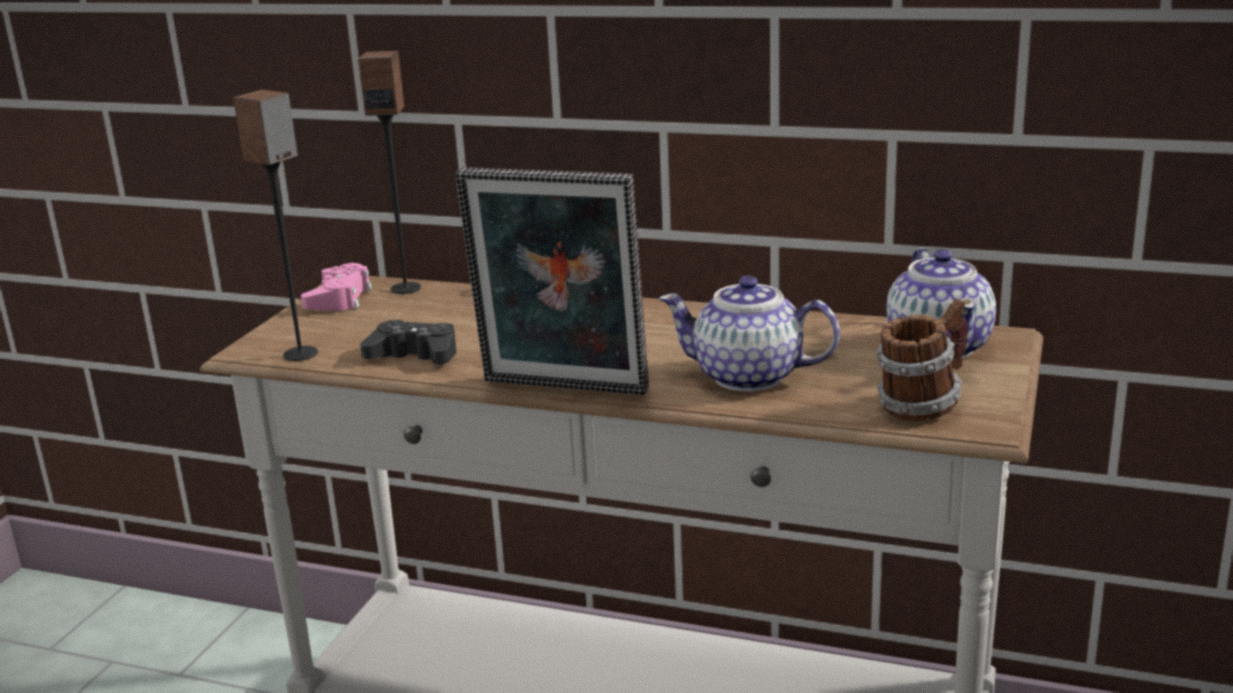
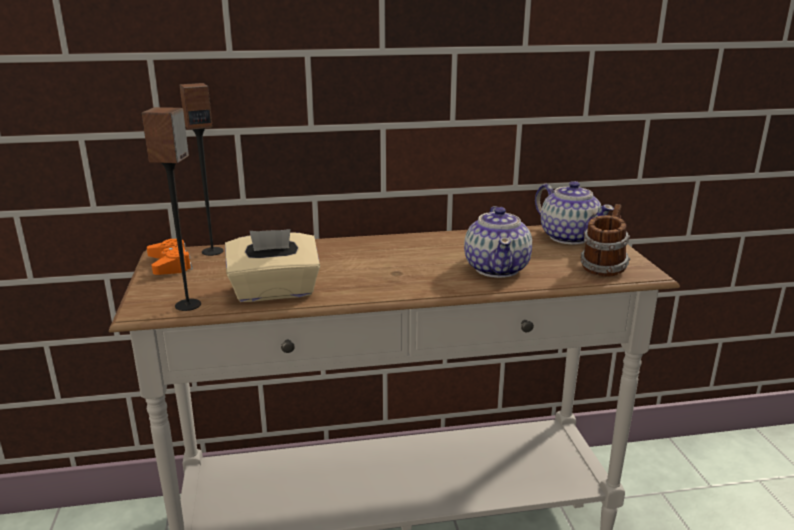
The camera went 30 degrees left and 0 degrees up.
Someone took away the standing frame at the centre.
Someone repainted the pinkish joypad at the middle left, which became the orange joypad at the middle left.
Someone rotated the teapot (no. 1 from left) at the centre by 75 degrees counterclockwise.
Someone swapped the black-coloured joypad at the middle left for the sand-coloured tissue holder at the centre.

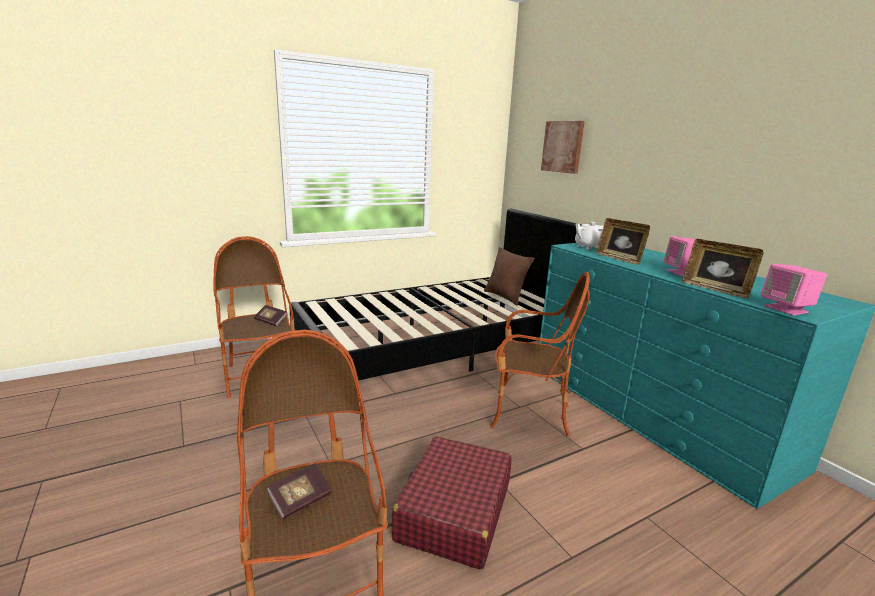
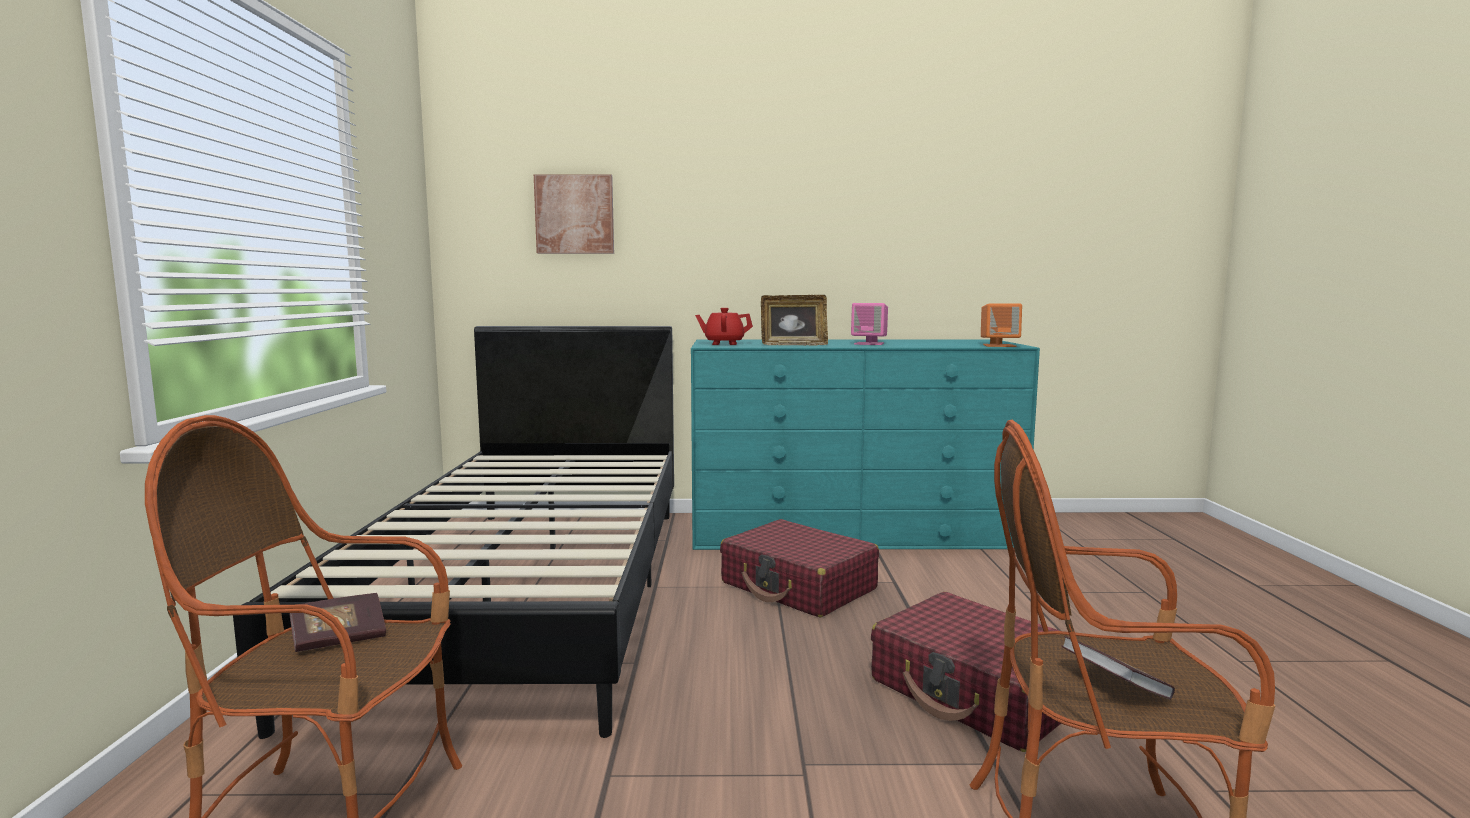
The camera went 60 degrees left and 10 degrees down.
Someone repainted the whitish teapot at the middle right, which became the red-coloured teapot at the centre.
Someone took away the standing frame (no. 2 from left) at the middle right.
Someone took away the brown-coloured throw pillow at the centre.
Someone repainted the pinkish audio speaker (no. 2 from left) at the middle right, which became the orange audio speaker at the middle right.
Someone swapped the armchair (no. 3 from left) at the centre for the red-coloured piece of luggage (no. 1 from left) at the bottom centre.

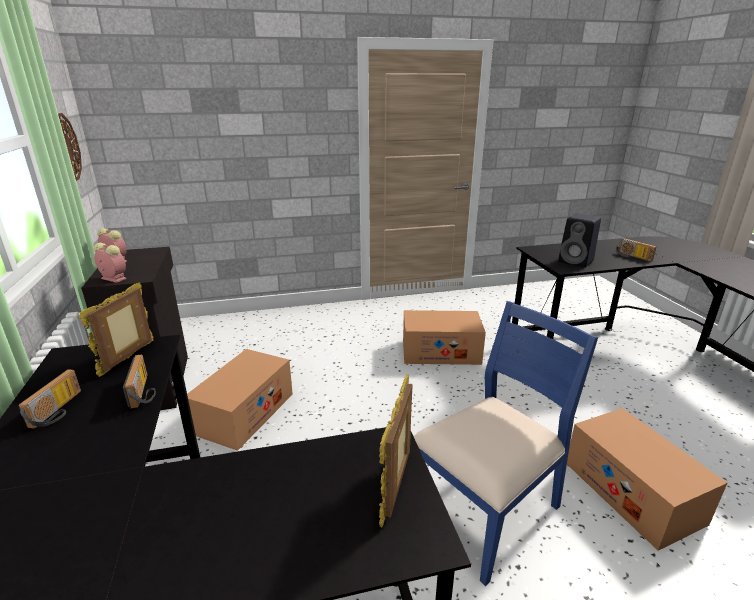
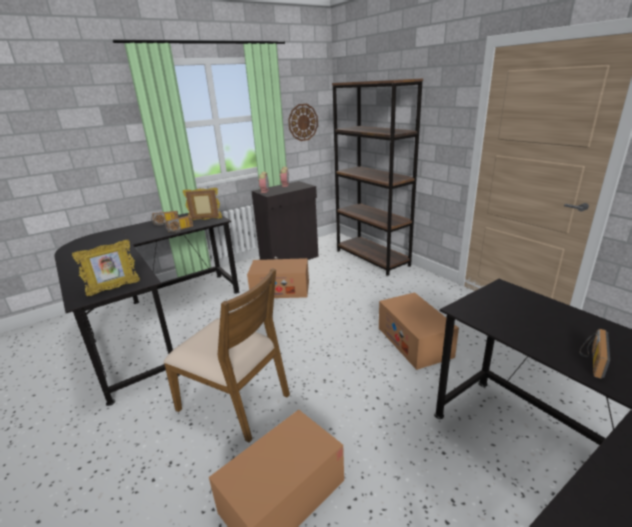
The camera went 70 degrees right and 0 degrees up.
Someone took away the black-coloured audio speaker at the middle right.
Someone repainted the bluish plain chair at the bottom right, which became the brown-coloured plain chair at the bottom centre.
Someone rotated the standing frame (no. 2 from left in the first image) at the bottom centre by 150 degrees clockwise.
Someone put down the brown-coloured bookshelf at the centre.

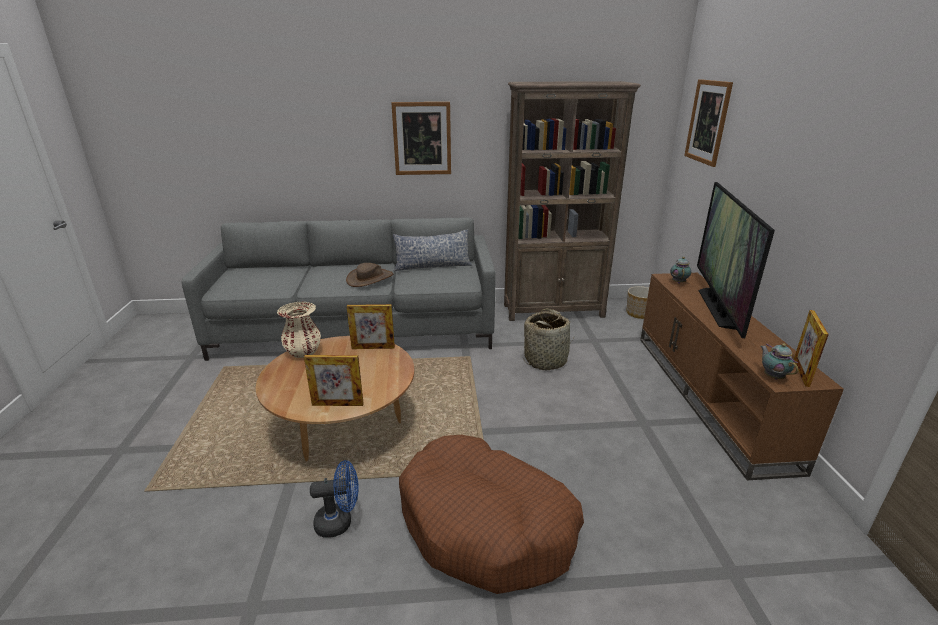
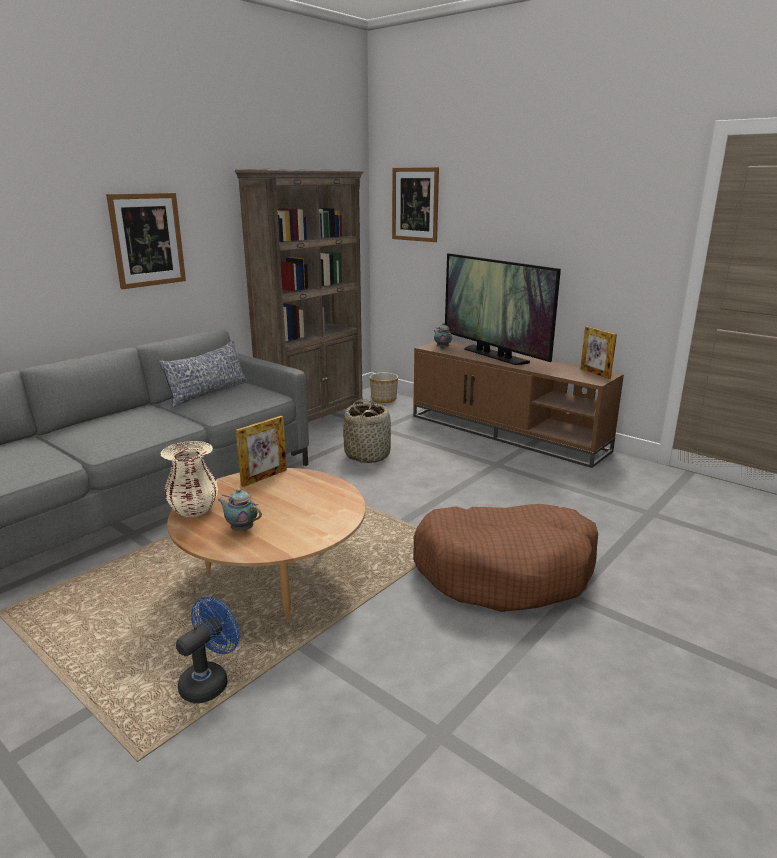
The camera went 45 degrees left and 5 degrees down.
Someone took away the brown-coloured wearable hat at the centre.
Someone carried the teapot (no. 2 from left in the first image) from the middle right to the middle left.
Someone took away the standing frame (no. 1 from left) at the centre.
Someone carried the bluish fan from the bottom centre to the bottom left.

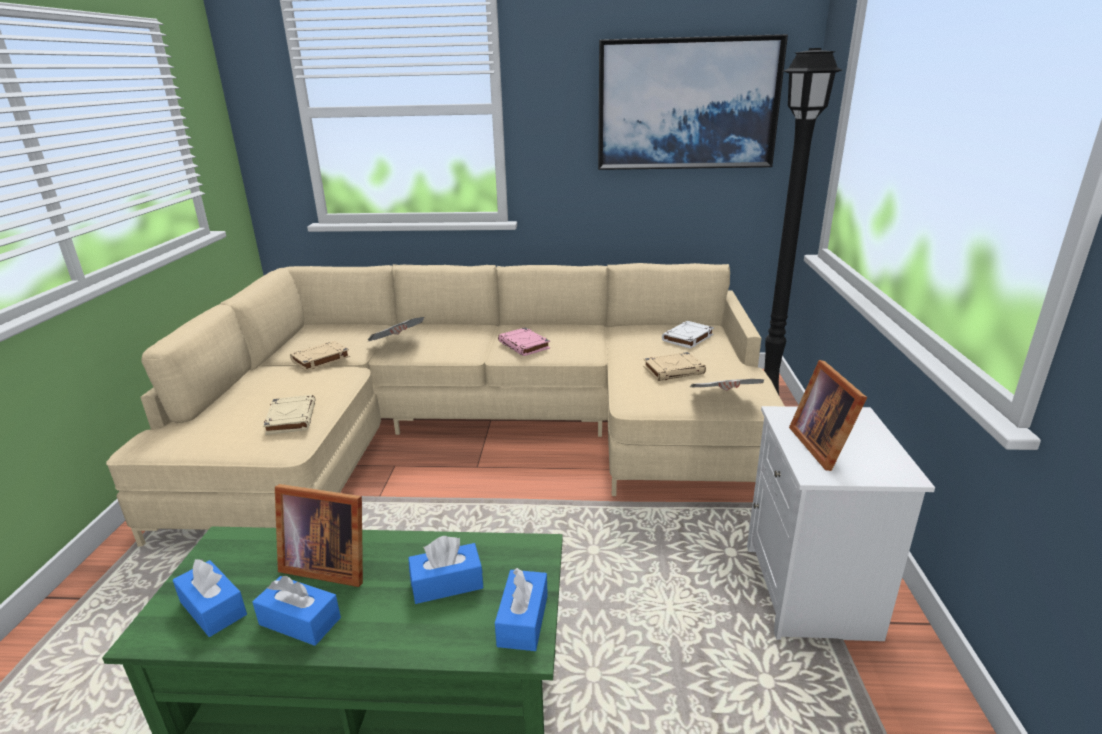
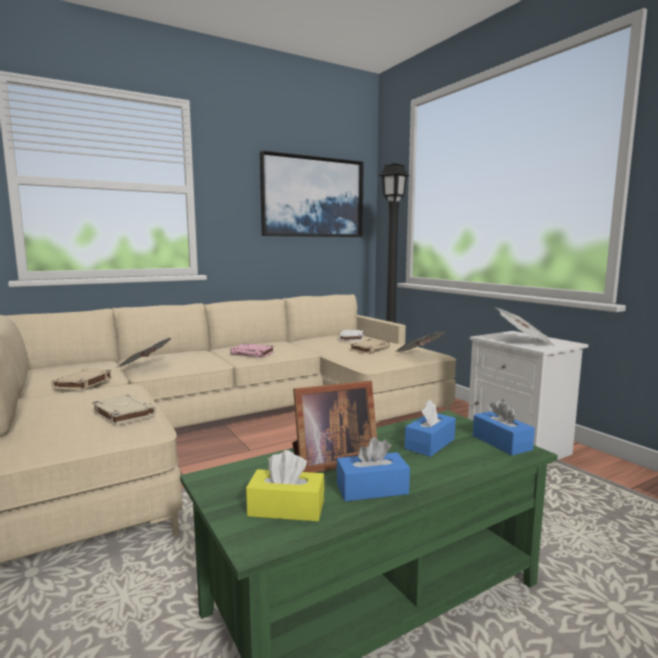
The camera went 35 degrees left and 15 degrees down.
Someone swapped the standing frame (no. 2 from left) at the middle right for the newspaper (no. 3 from left) at the middle right.
Someone repainted the bluish tissue holder (no. 1 from left) at the bottom left, which became the yellow tissue holder at the bottom centre.

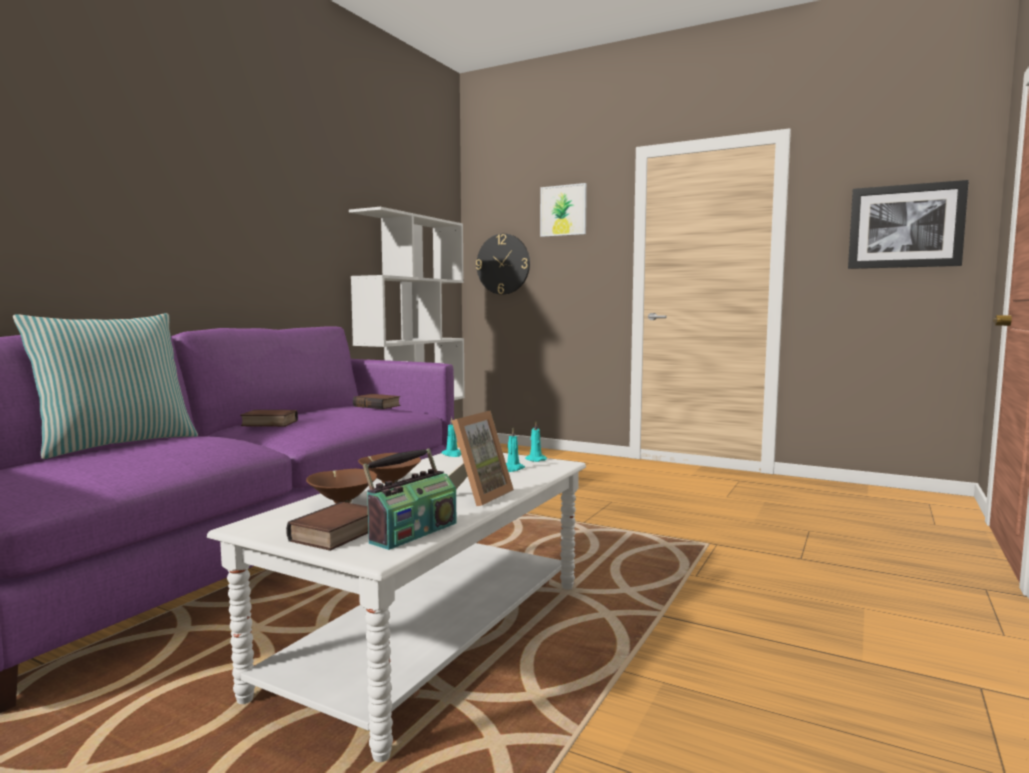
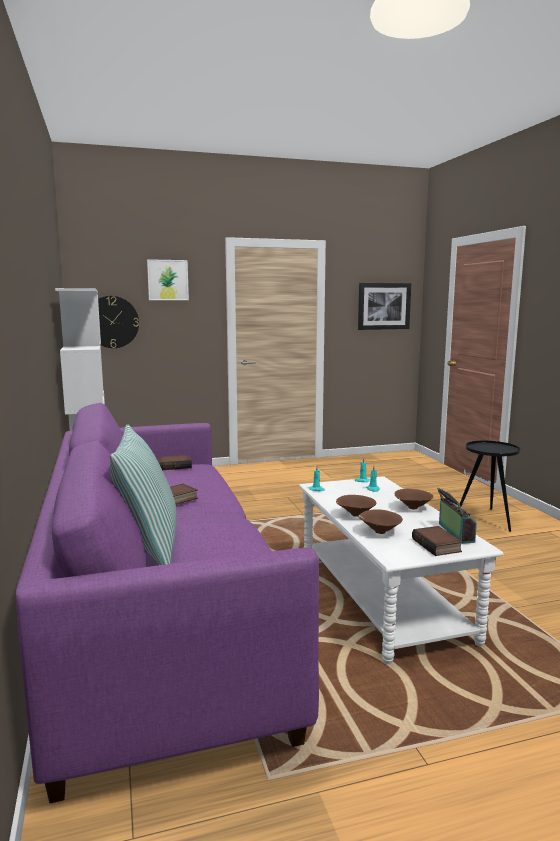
The camera went 45 degrees left and 5 degrees up.
Someone swapped the standing frame at the centre for the brown-coloured serving bowl (no. 3 from left) at the middle right.
Someone put down the black-coloured side table at the middle right.

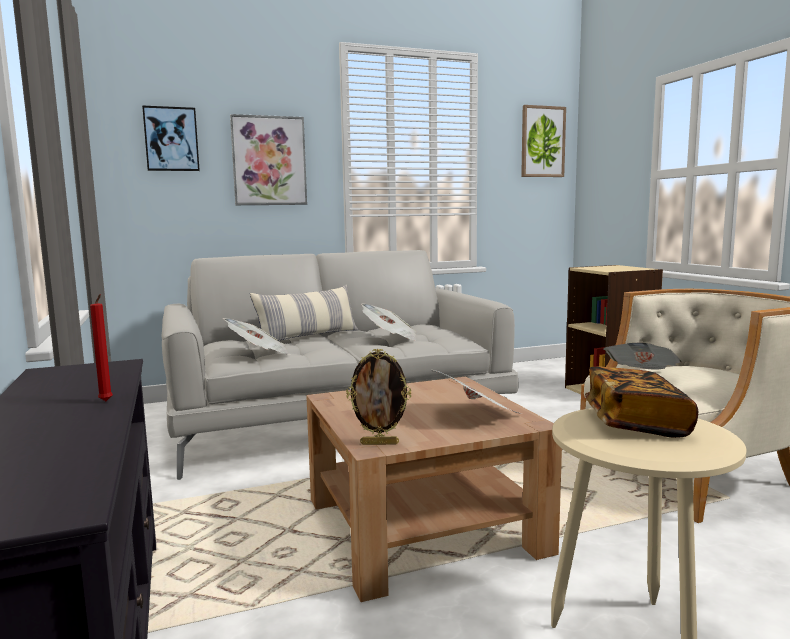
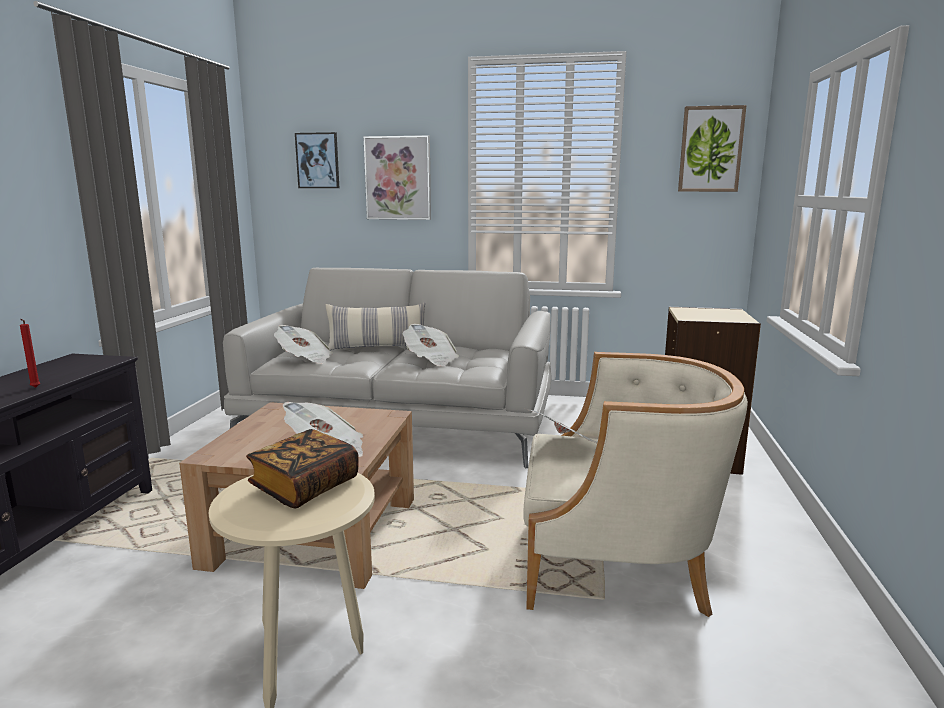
The camera went 30 degrees right and 5 degrees up.
Someone took away the standing frame at the centre.

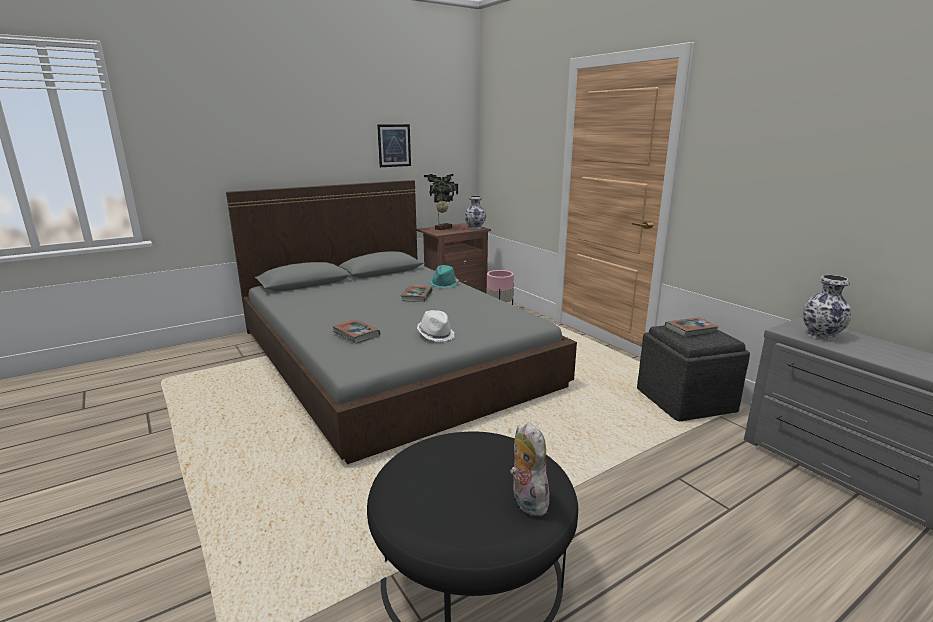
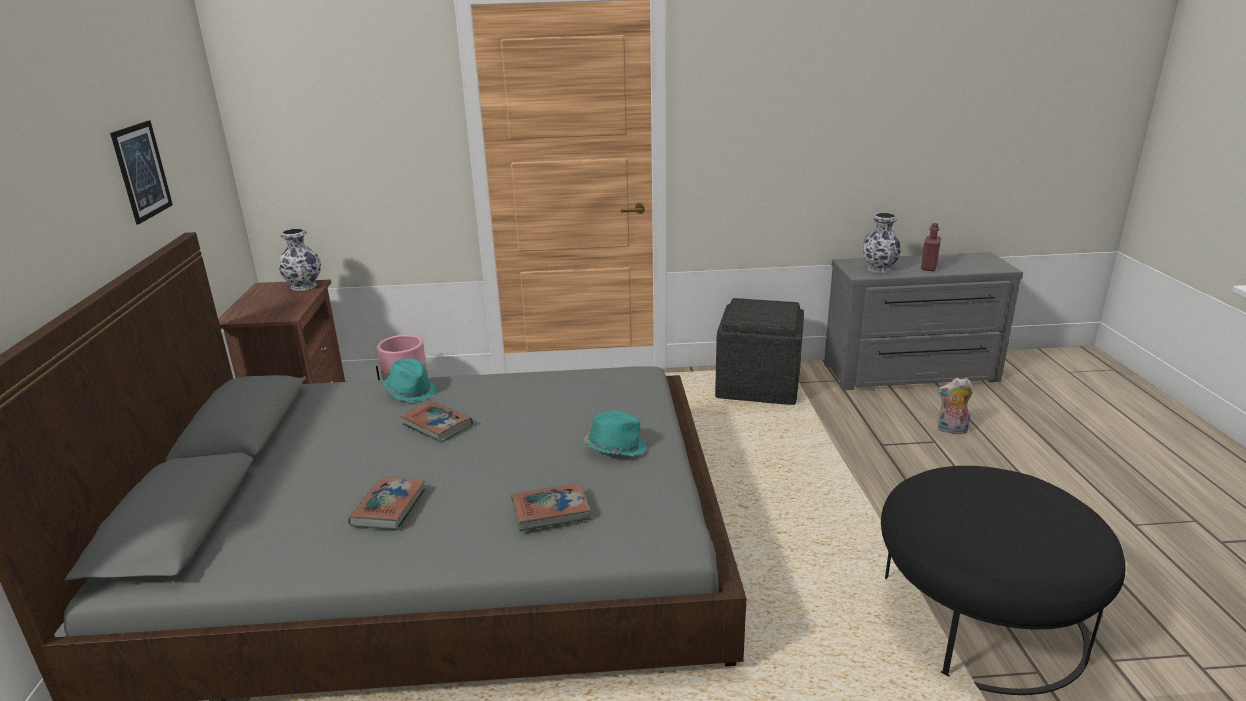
The camera went 60 degrees left and 5 degrees up.
Someone took away the potted plant at the top centre.
Someone repainted the whitish wearable hat at the centre, which became the turquoise wearable hat (no. 2 from left) at the centre.
Someone carried the book (no. 3 from left in the first image) from the middle right to the bottom left.
Someone carried the plush toy from the bottom centre to the middle right.
Someone put down the red-coloured bottle at the middle right.

